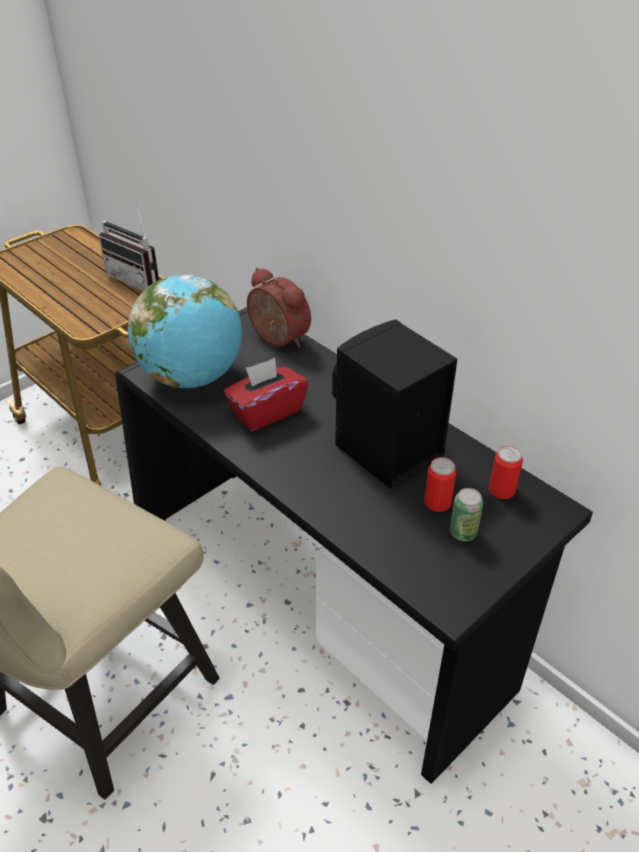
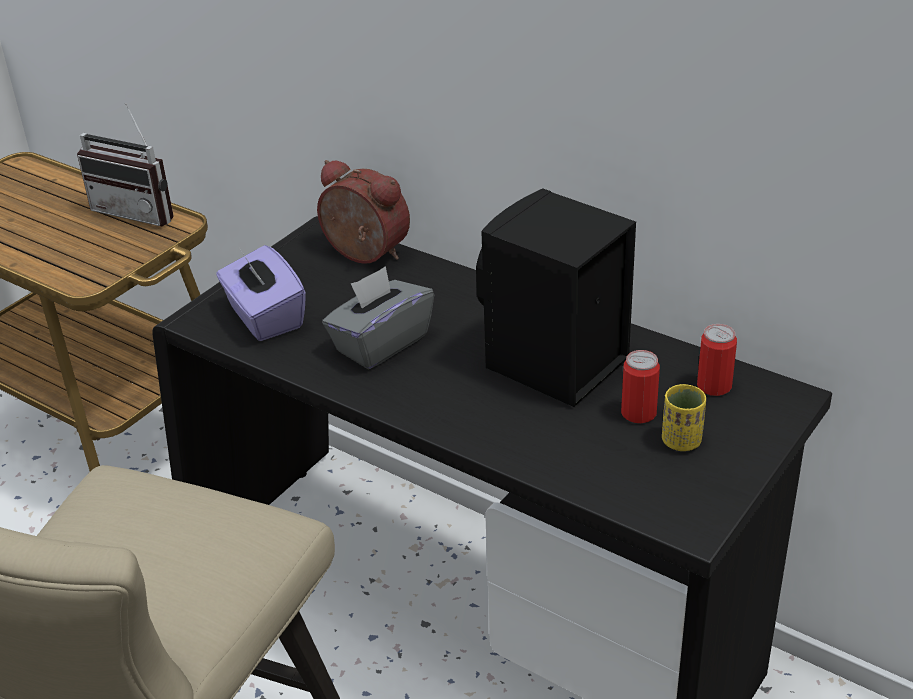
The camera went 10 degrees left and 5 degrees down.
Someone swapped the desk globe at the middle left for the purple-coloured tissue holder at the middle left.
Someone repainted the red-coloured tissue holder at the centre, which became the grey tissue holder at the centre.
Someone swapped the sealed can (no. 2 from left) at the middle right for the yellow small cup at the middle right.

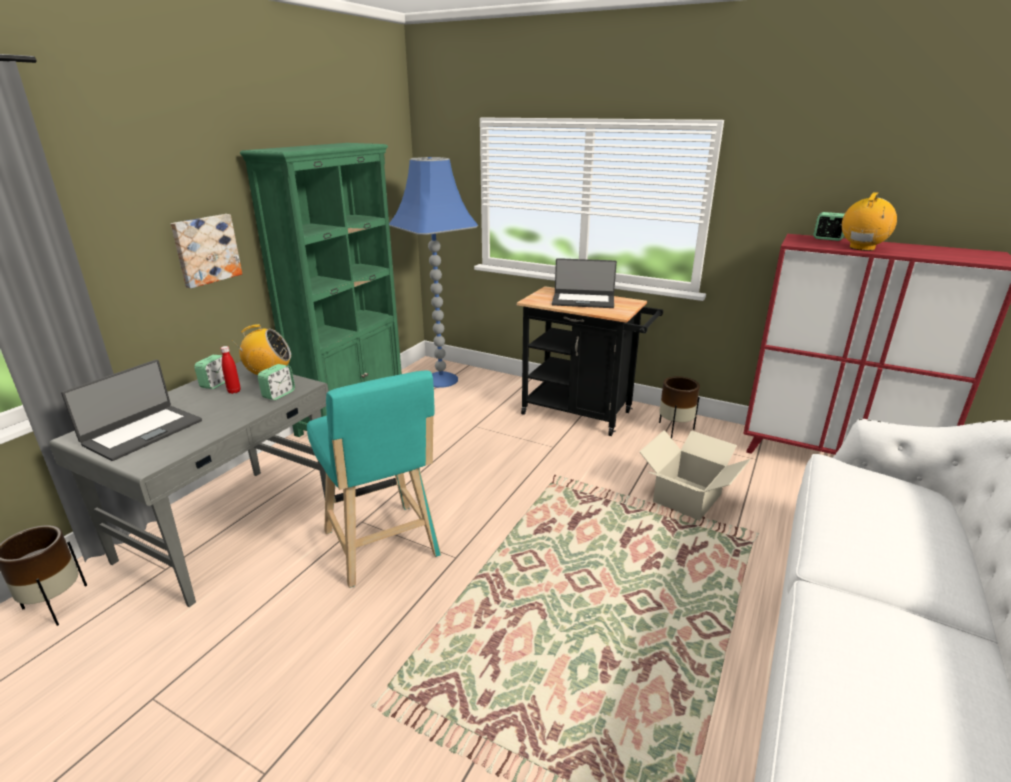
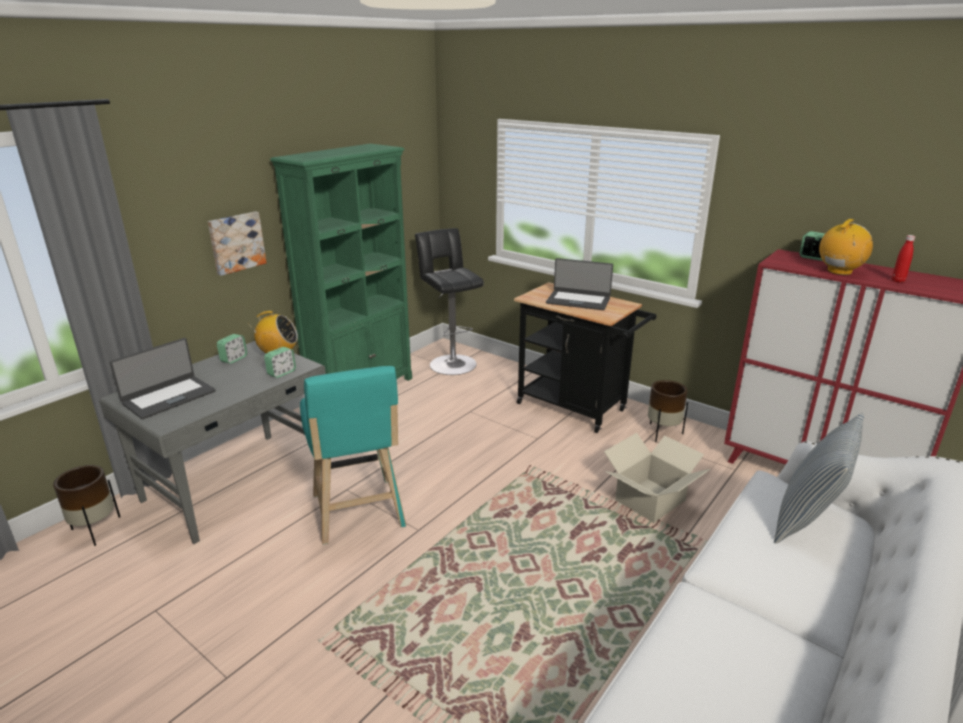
The camera went 10 degrees right and 0 degrees up.
Someone swapped the bluish standing lamp at the centre for the black-coloured stool at the centre.
Someone carried the red-coloured bottle from the middle left to the middle right.
Someone put down the throw pillow at the middle right.

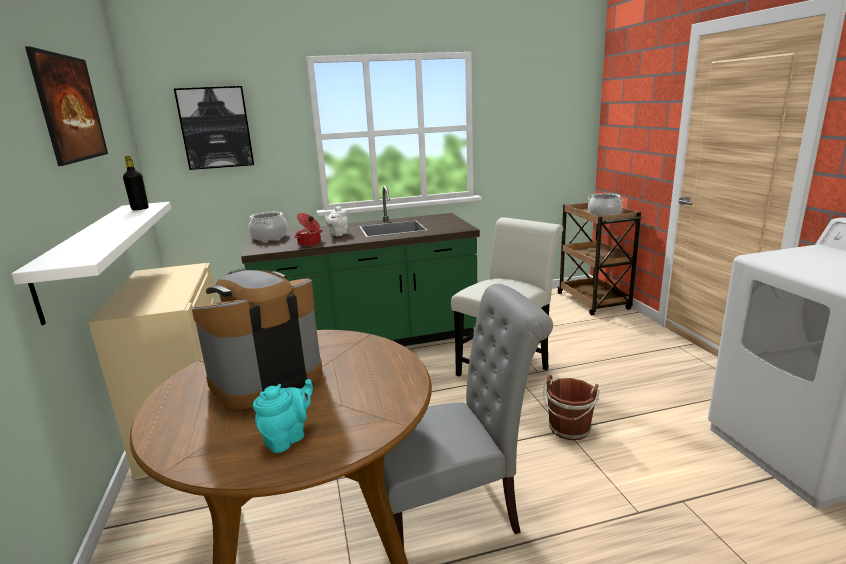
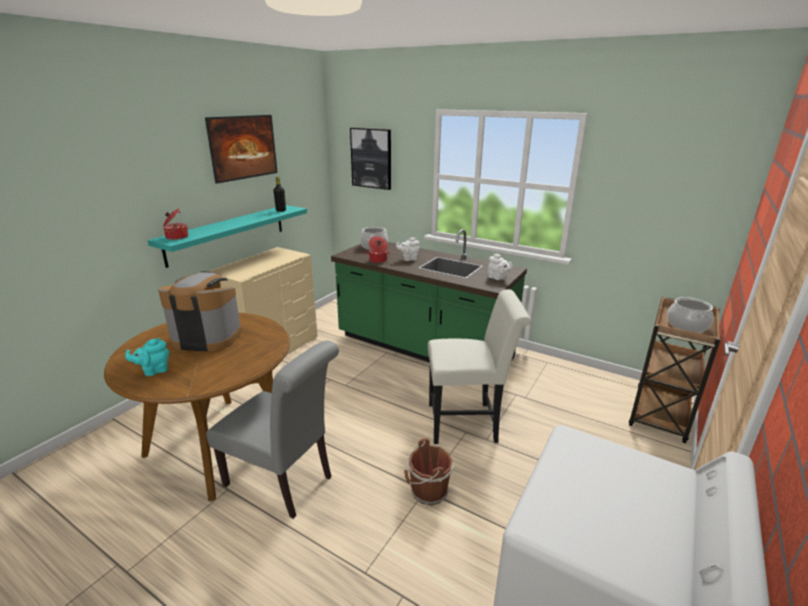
The camera went 45 degrees right and 5 degrees up.
Someone repainted the whitish bracket shelf at the middle left, which became the turquoise bracket shelf at the middle left.
Someone rotated the turquoise teapot at the bottom centre by 150 degrees clockwise.
Someone put down the stockpot (no. 1 from left) at the middle left.
Someone put down the whitish teapot (no. 2 from left) at the centre.

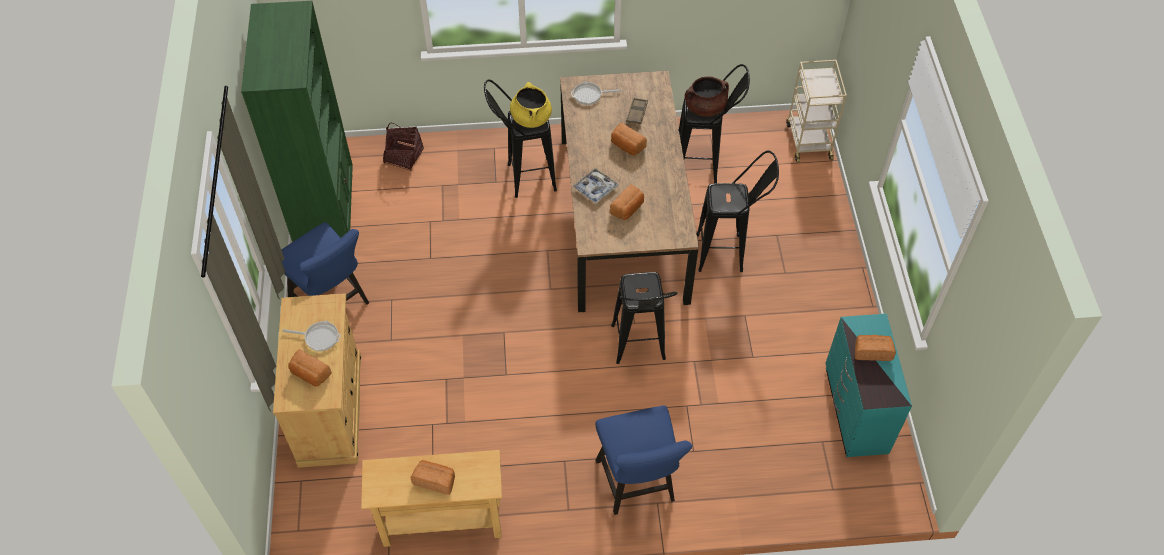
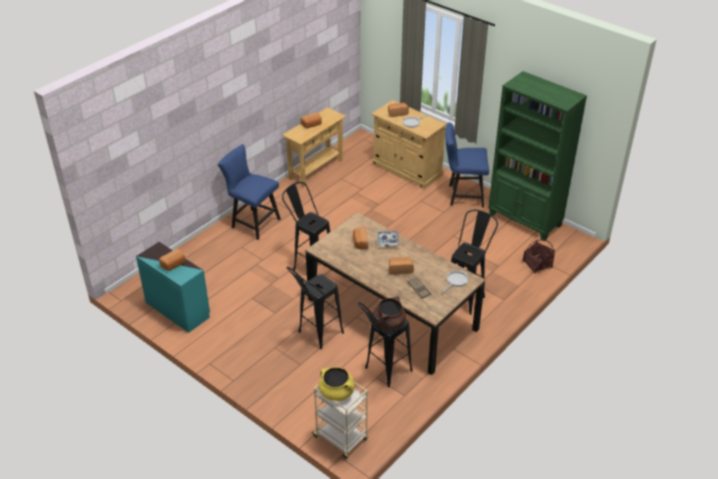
The camera went 135 degrees right and 15 degrees down.
Someone carried the yellow stockpot from the top centre to the bottom centre.

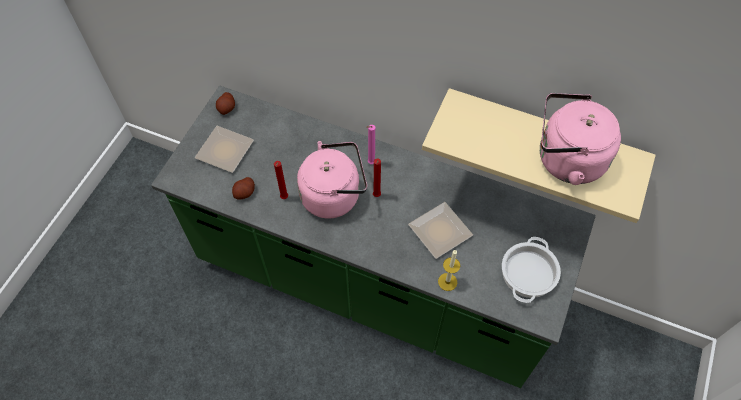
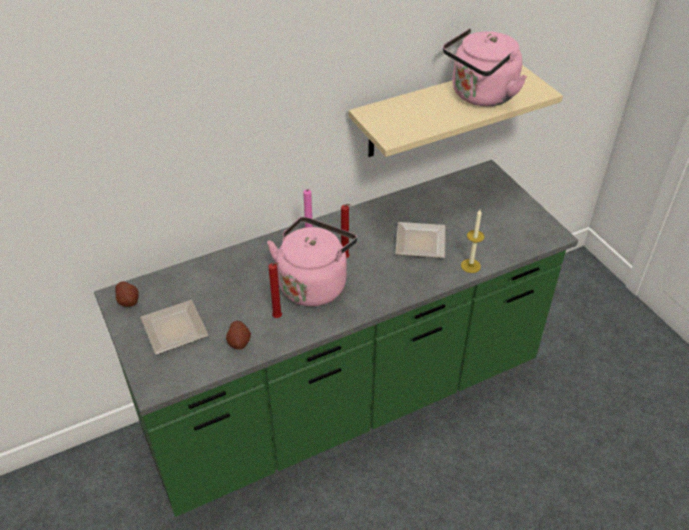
The camera went 50 degrees left and 15 degrees down.
Someone took away the stockpot at the bottom right.

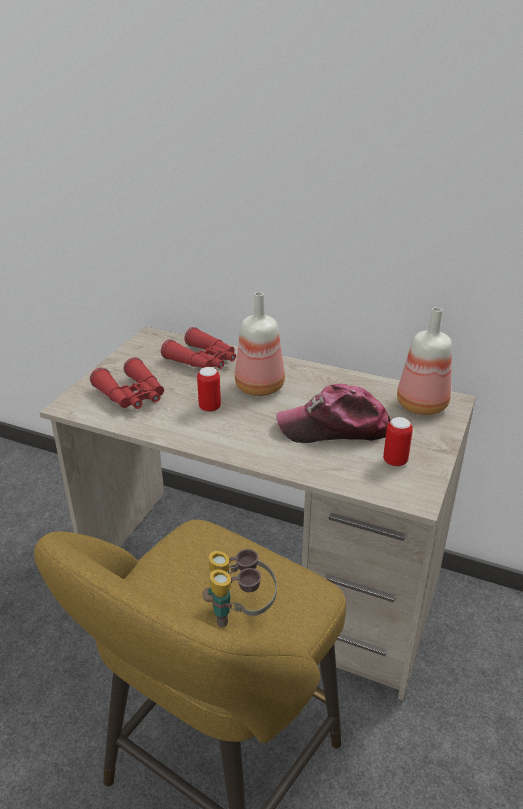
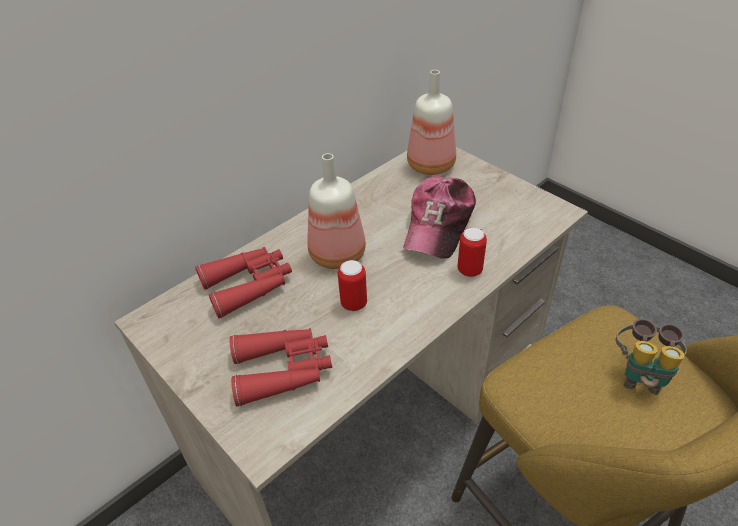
The camera went 65 degrees left and 10 degrees up.
Someone carried the sealed can (no. 2 from left) from the middle right to the centre.

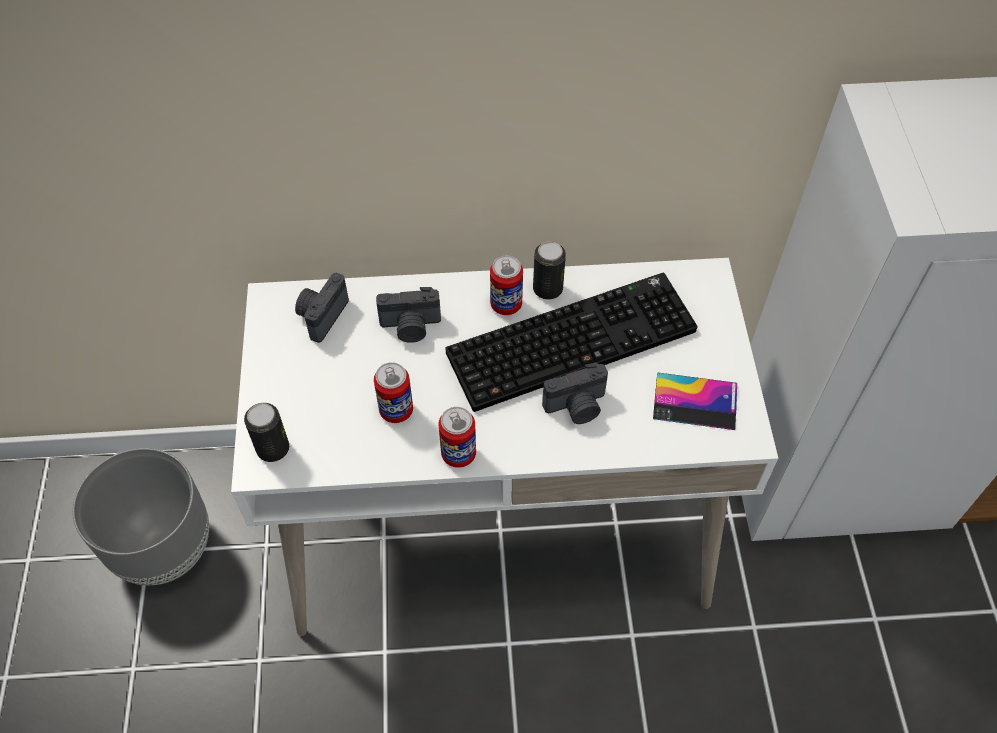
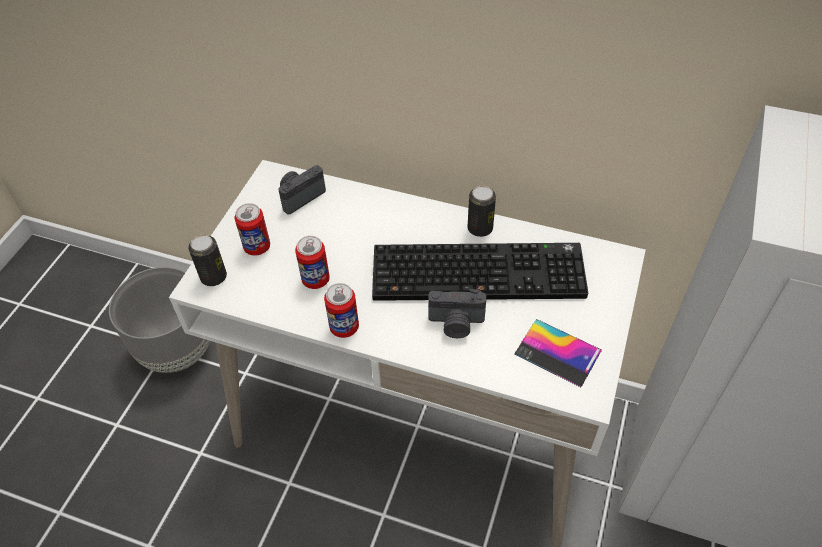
The camera went 25 degrees right and 5 degrees down.
Someone carried the sealed can (no. 4 from left in the first image) from the centre to the middle left.
Someone took away the still camera (no. 2 from left) at the centre.

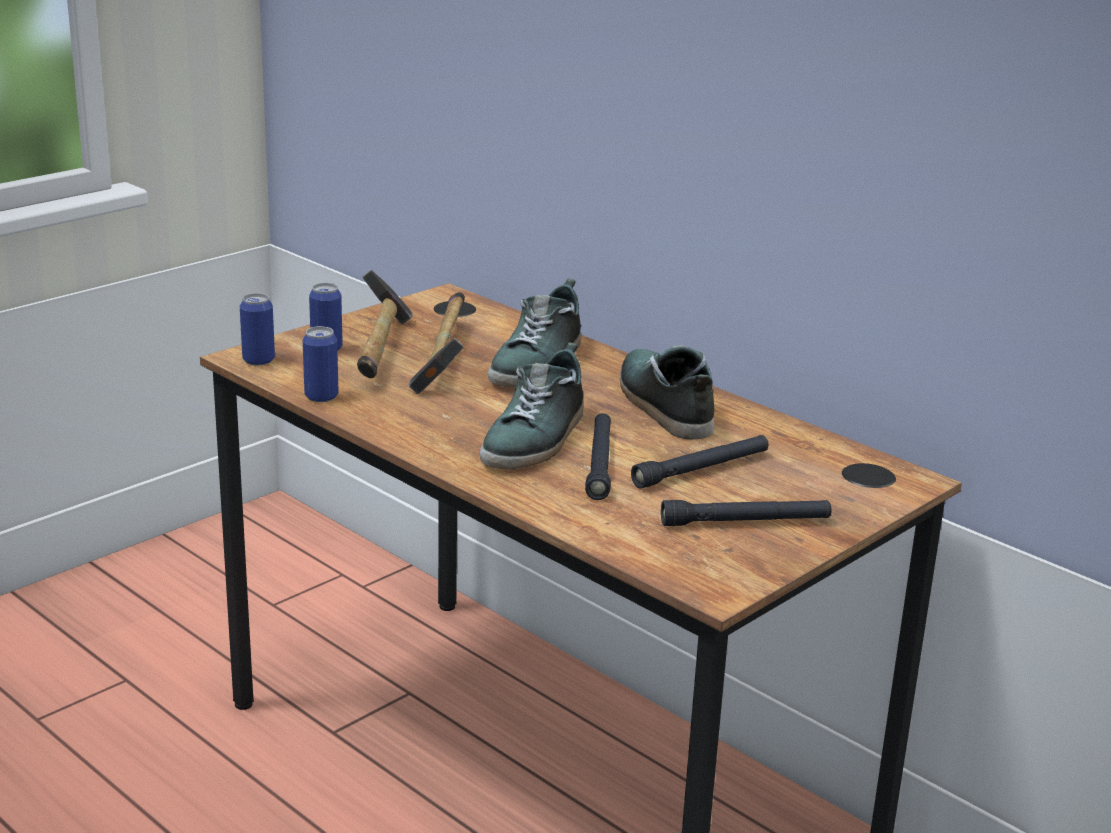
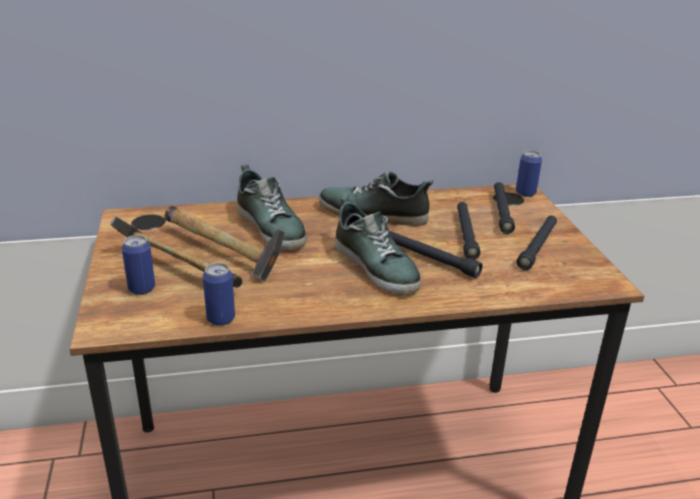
The camera went 55 degrees left and 5 degrees up.
Someone carried the sealed can (no. 1 from left in the first image) from the middle left to the middle right.
Someone put down the black-coloured flashlight (no. 3 from left) at the middle right.

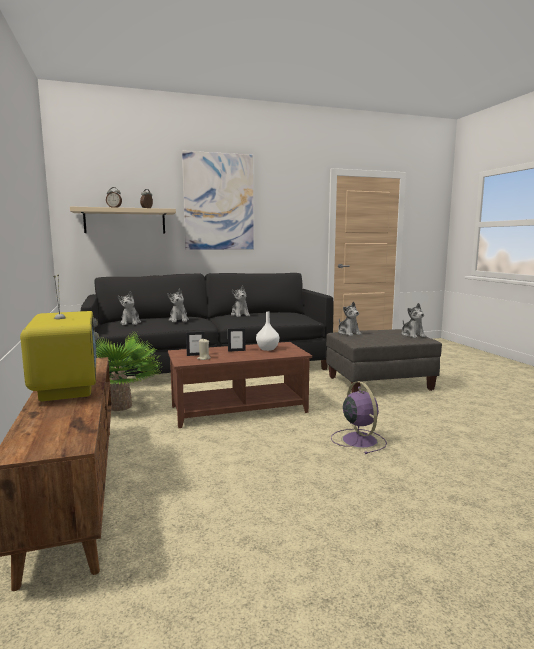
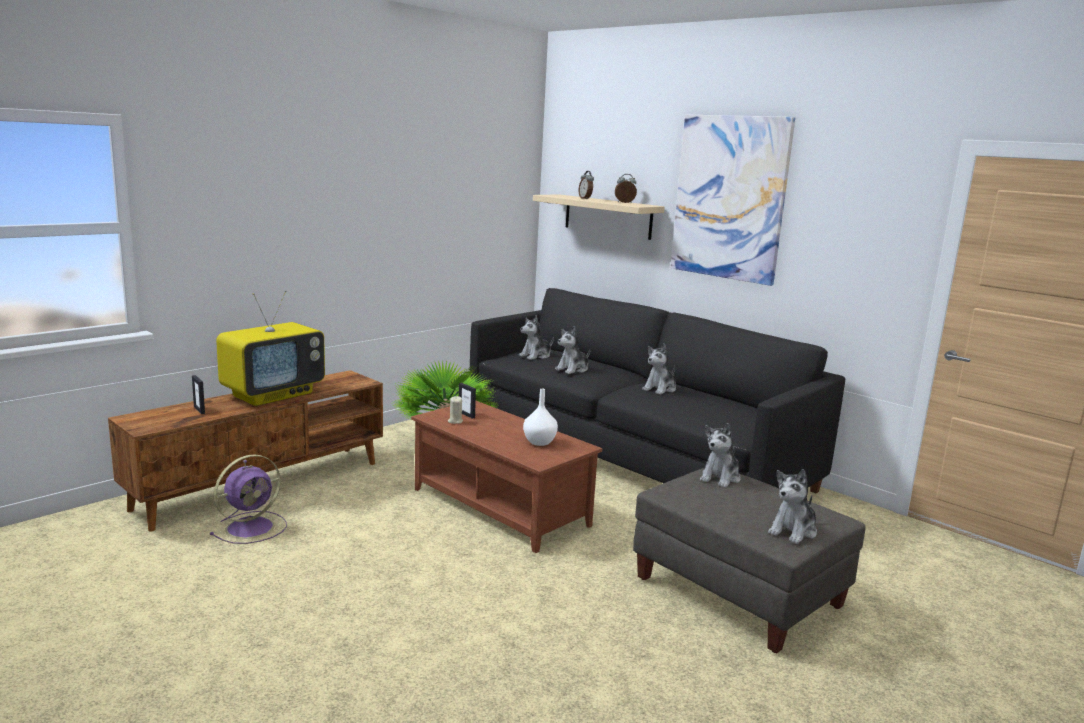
The camera went 60 degrees right and 5 degrees up.
Someone carried the standing frame (no. 2 from left in the first image) from the centre to the middle left.
Someone carried the purple-coloured fan from the middle right to the bottom left.

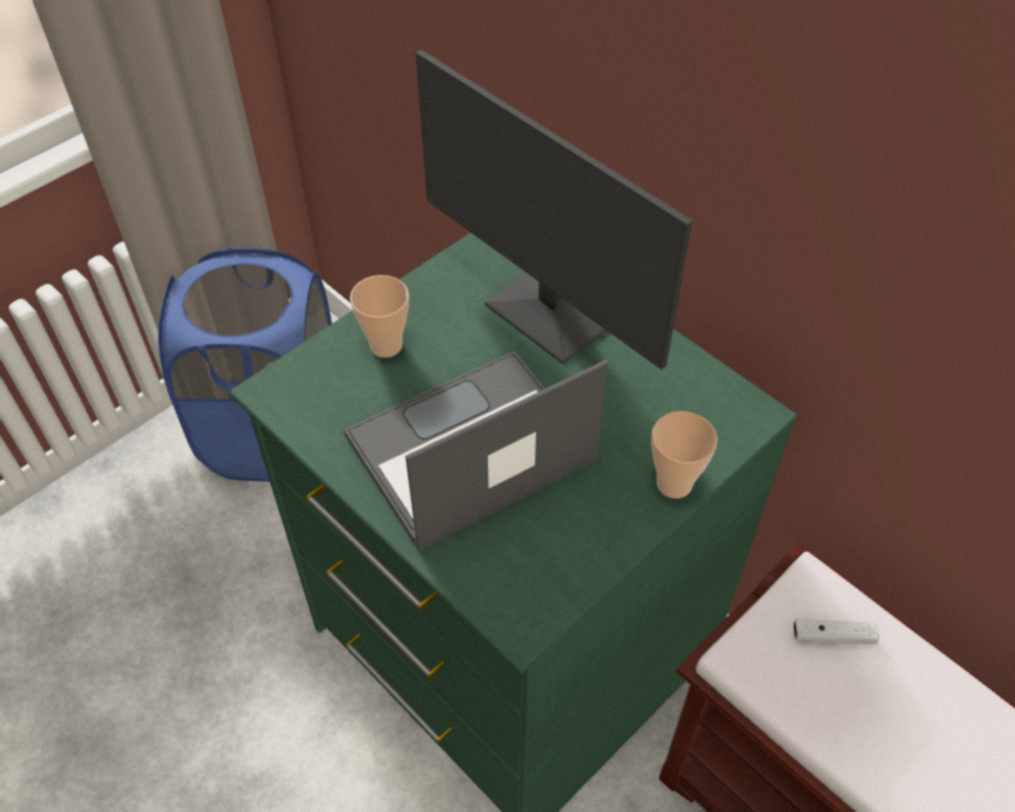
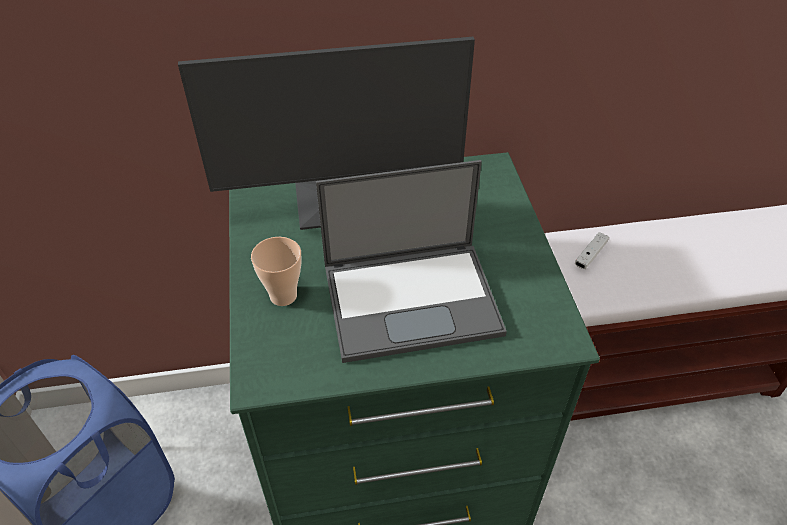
The camera went 55 degrees left and 5 degrees down.
Someone rotated the laptop at the centre by 105 degrees counterclockwise.
Someone took away the small cup (no. 2 from left) at the middle right.

